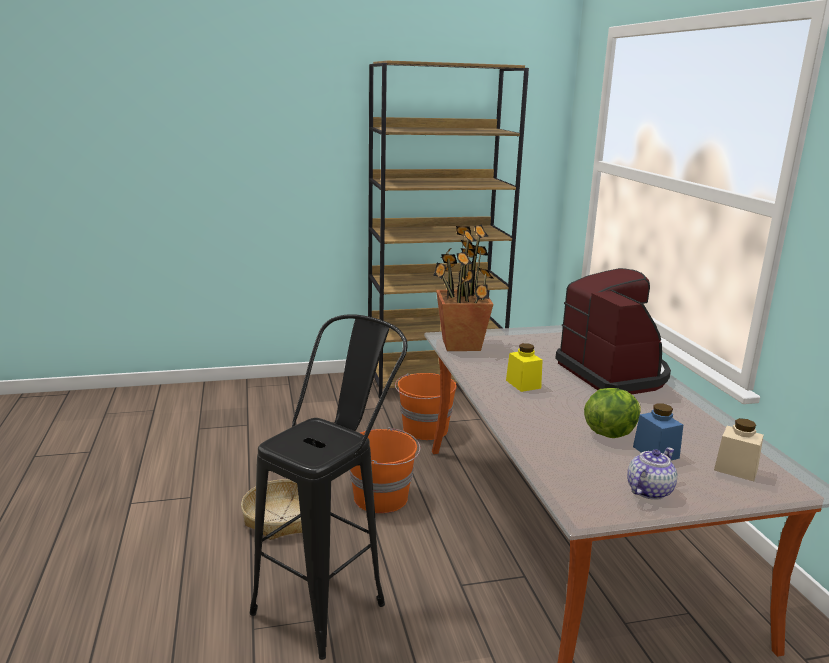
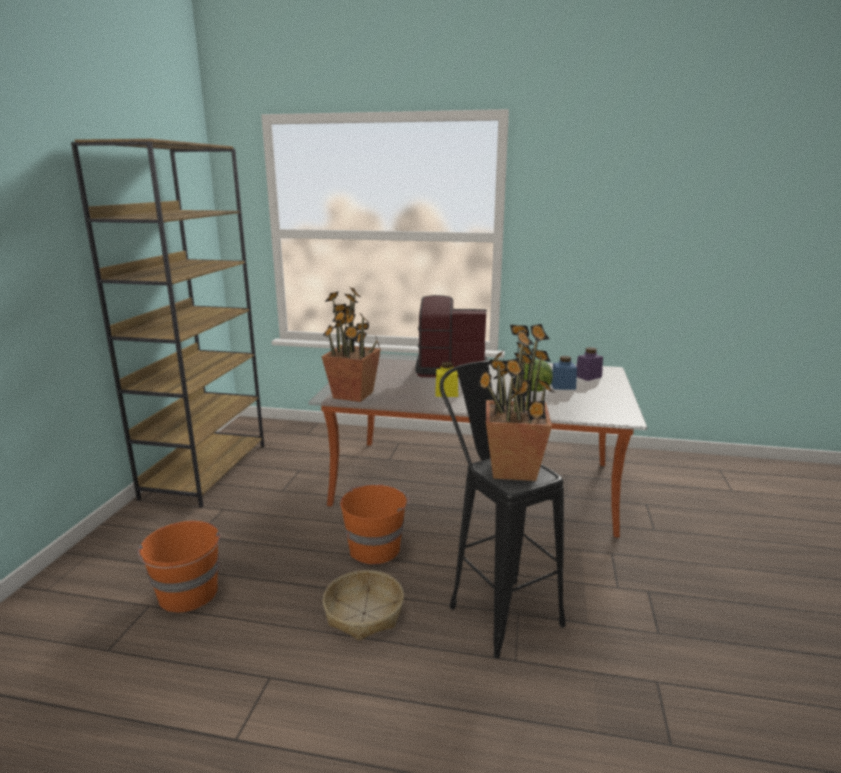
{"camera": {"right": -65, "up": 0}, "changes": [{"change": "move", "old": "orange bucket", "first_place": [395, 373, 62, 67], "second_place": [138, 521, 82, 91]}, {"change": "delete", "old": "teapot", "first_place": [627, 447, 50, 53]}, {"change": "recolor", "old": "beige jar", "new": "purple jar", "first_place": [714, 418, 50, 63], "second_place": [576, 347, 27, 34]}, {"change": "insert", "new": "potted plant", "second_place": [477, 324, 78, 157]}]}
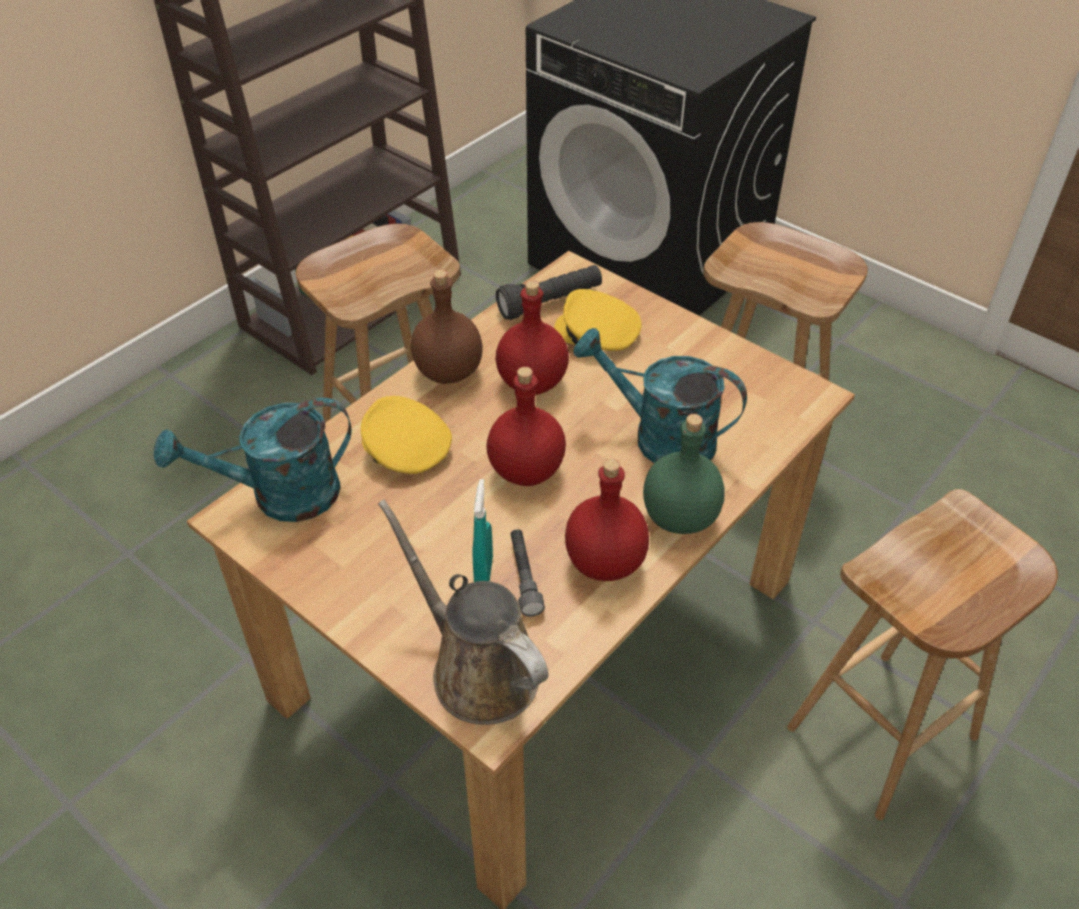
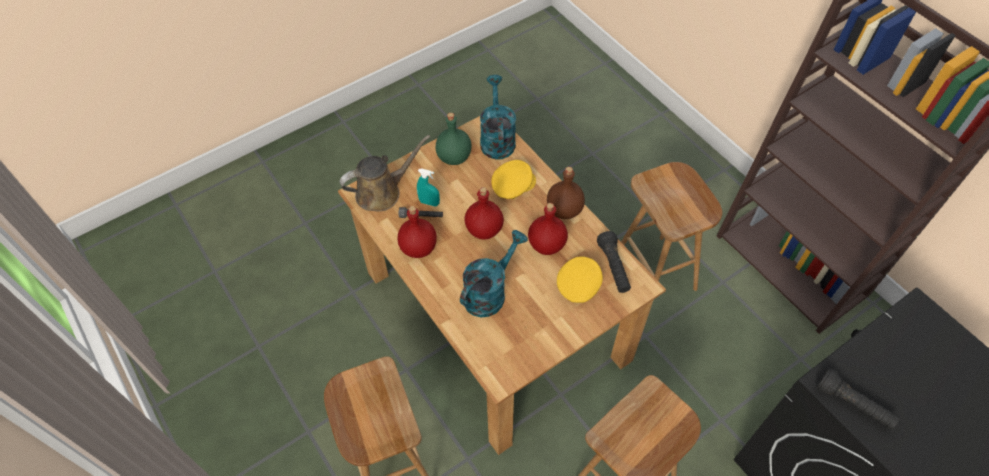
{"camera": {"right": 105, "up": 10}, "changes": [{"change": "move", "old": "green bottle", "first_place": [643, 414, 82, 120], "second_place": [436, 113, 36, 52]}, {"change": "insert", "new": "black flashlight", "second_place": [816, 369, 84, 61]}]}
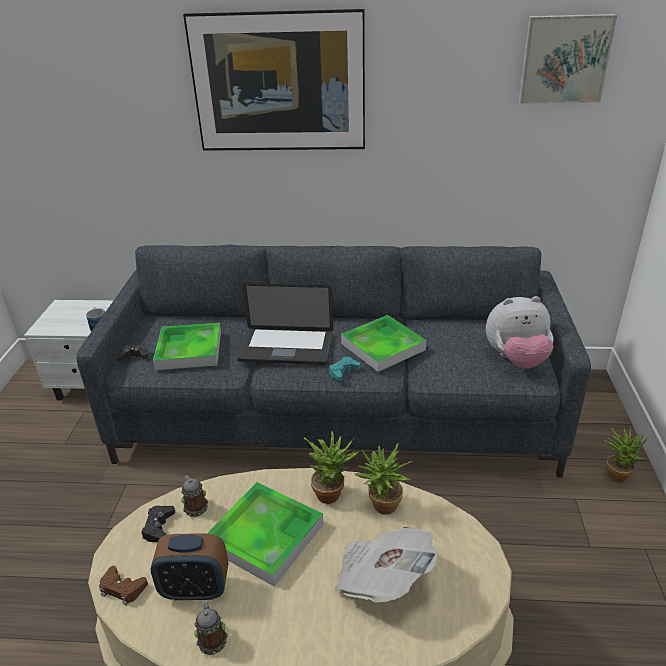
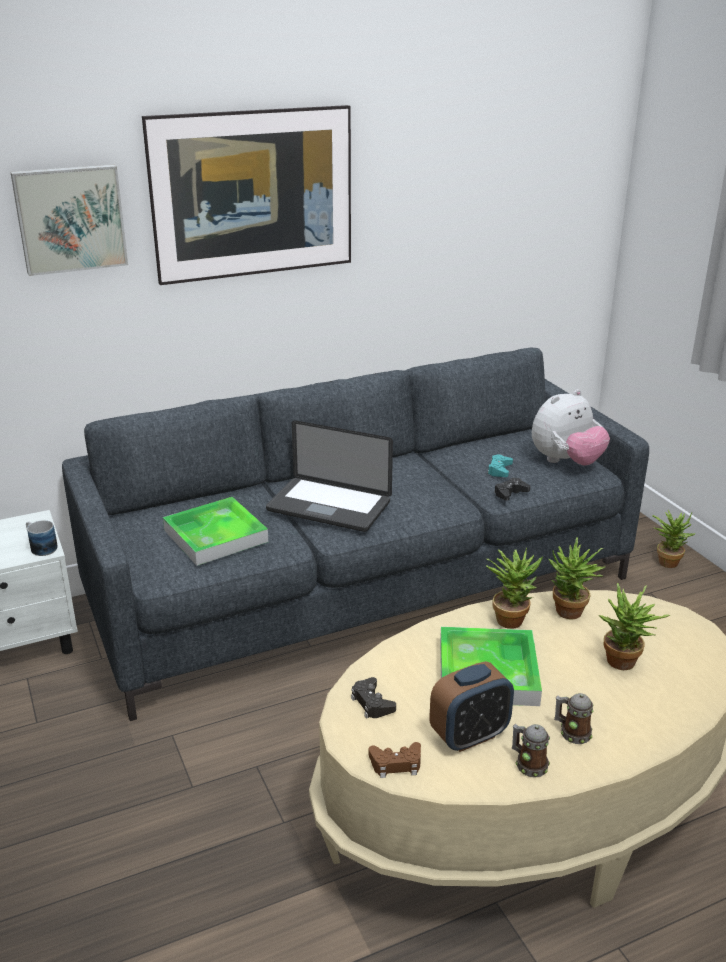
{"camera": {"right": -30, "up": -5}, "changes": [{"change": "move", "old": "black game controller", "first_place": [117, 344, 31, 18], "second_place": [494, 478, 36, 23]}, {"change": "move", "old": "mug", "first_place": [181, 475, 27, 42], "second_place": [554, 693, 39, 51]}, {"change": "rotate", "old": "laptop", "first_place": [237, 283, 96, 82], "second_place": [266, 420, 127, 112], "degrees": 45}, {"change": "move", "old": "turquoise game controller", "first_place": [329, 357, 31, 24], "second_place": [487, 455, 26, 22]}, {"change": "replace", "old": "newspaper", "new": "potted plant", "first_place": [335, 526, 102, 77], "second_place": [599, 583, 71, 87]}, {"change": "delete", "old": "tray", "first_place": [341, 315, 85, 57]}, {"change": "move", "old": "picture", "first_place": [519, 14, 98, 90], "second_place": [11, 164, 117, 112]}]}
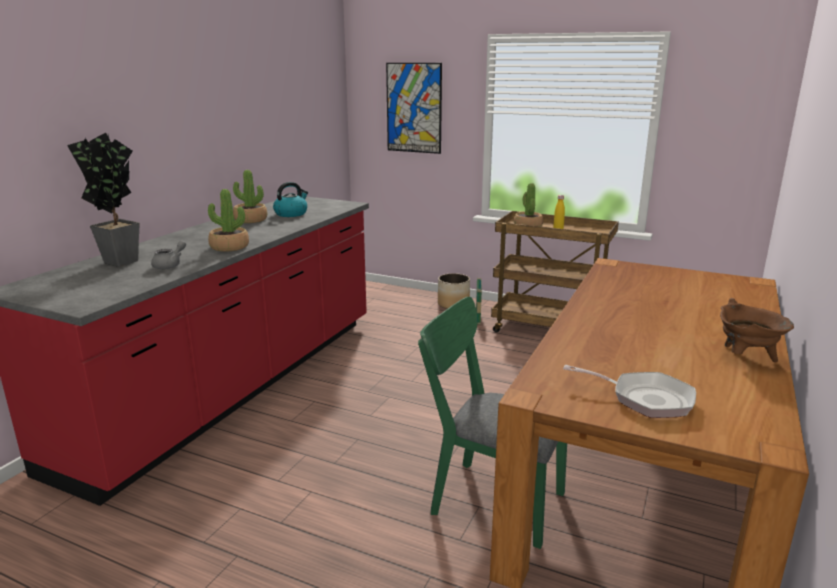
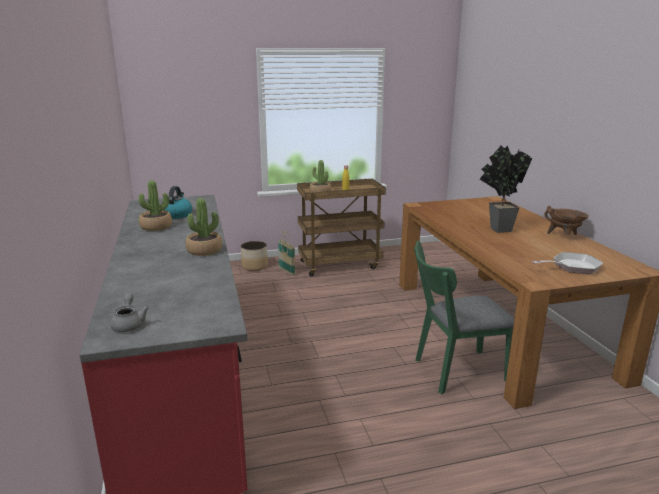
{"camera": {"right": -40, "up": 0}, "changes": [{"change": "move", "old": "potted plant", "first_place": [67, 133, 73, 133], "second_place": [480, 145, 52, 88]}, {"change": "move", "old": "grey teapot", "first_place": [151, 240, 35, 29], "second_place": [110, 293, 39, 39]}, {"change": "delete", "old": "picture", "first_place": [386, 63, 56, 91]}]}
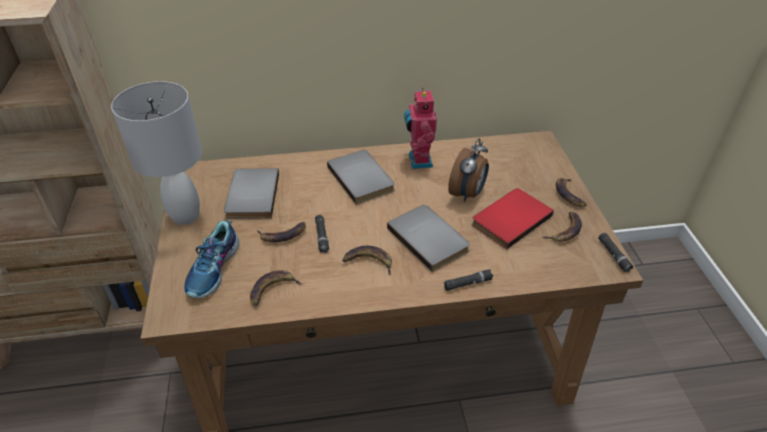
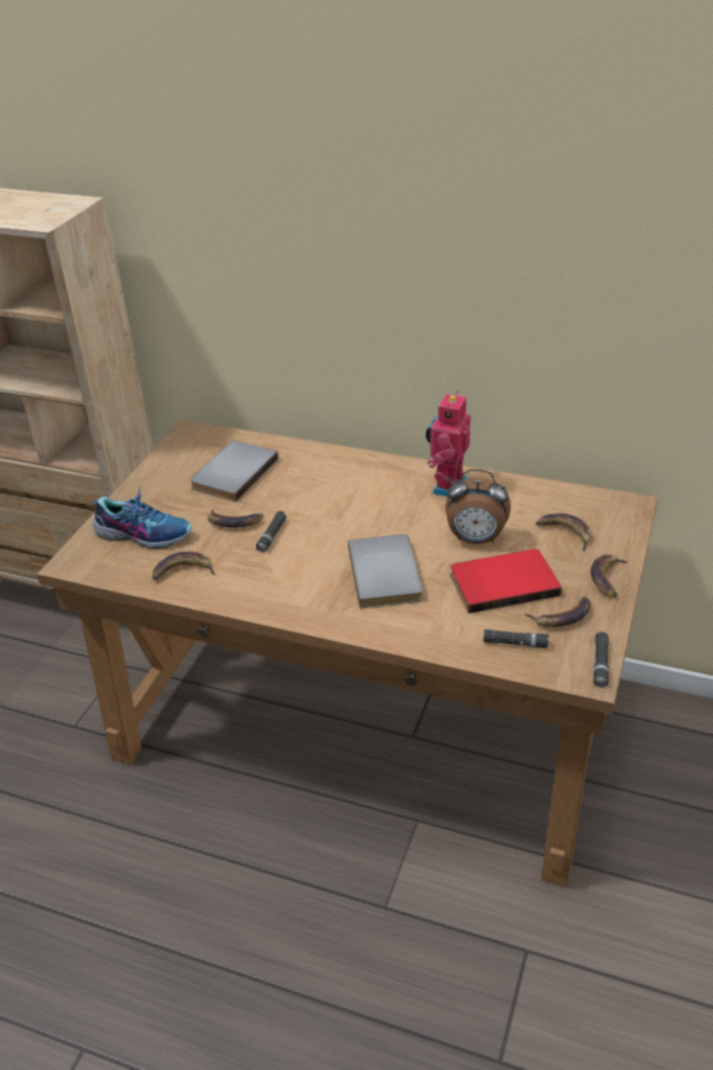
{"camera": {"right": 30, "up": -5}, "changes": [{"change": "delete", "old": "white table lamp", "first_place": [111, 81, 91, 144]}, {"change": "rotate", "old": "shoe", "first_place": [184, 220, 56, 78], "second_place": [93, 486, 99, 63], "degrees": -120}, {"change": "delete", "old": "grey book", "first_place": [327, 150, 68, 54]}, {"change": "move", "old": "banana", "first_place": [342, 246, 50, 29], "second_place": [536, 513, 57, 39]}, {"change": "move", "old": "black flashlight", "first_place": [444, 269, 49, 22], "second_place": [483, 629, 66, 19]}, {"change": "rotate", "old": "alarm clock", "first_place": [448, 138, 41, 64], "second_place": [445, 469, 66, 75], "degrees": 45}]}
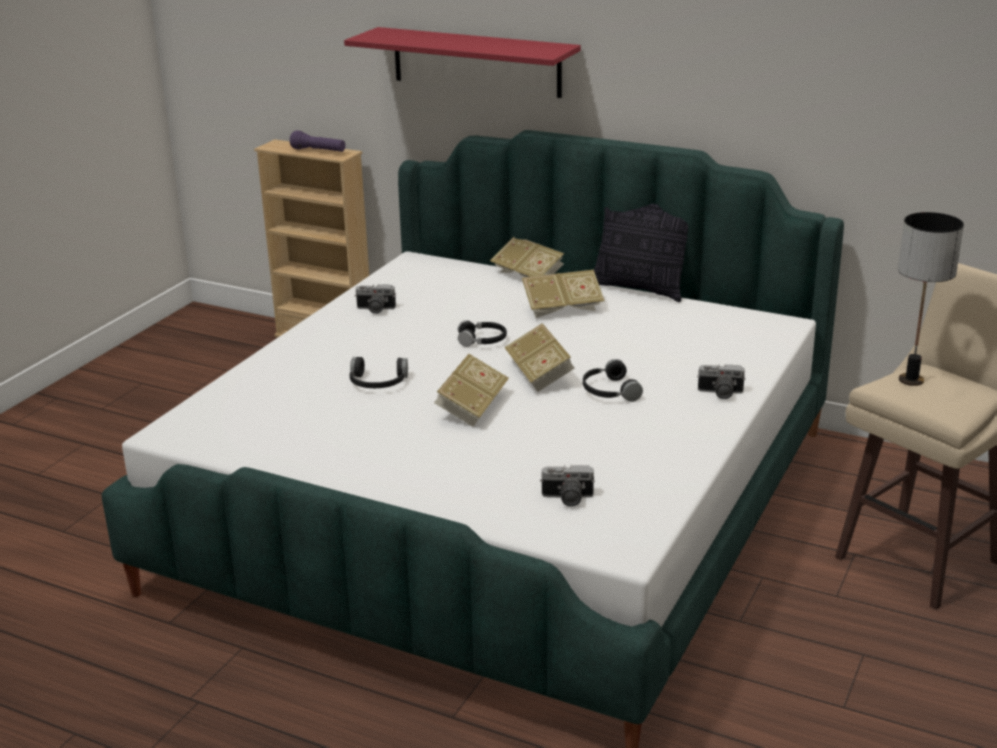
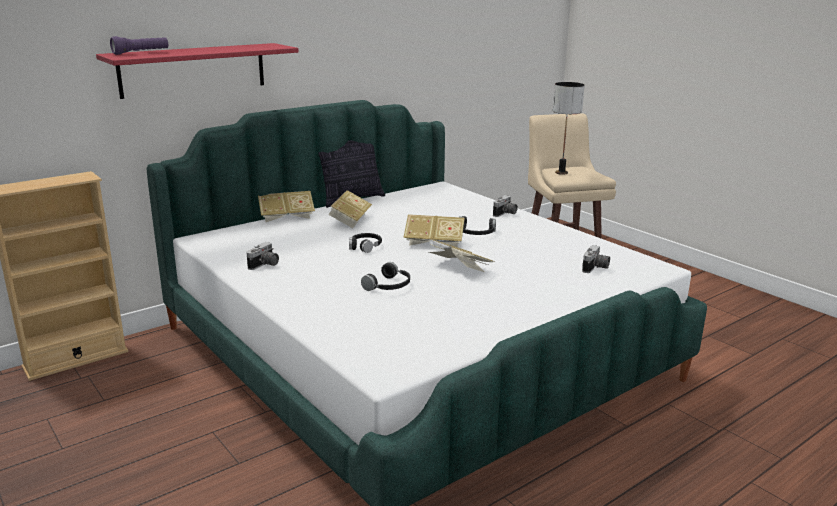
{"camera": {"right": -65, "up": -5}, "changes": [{"change": "move", "old": "purple flashlight", "first_place": [290, 130, 55, 22], "second_place": [110, 36, 58, 19]}]}
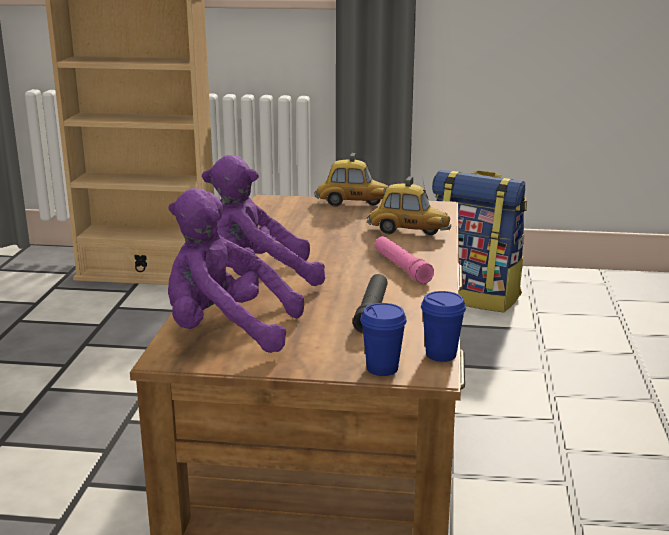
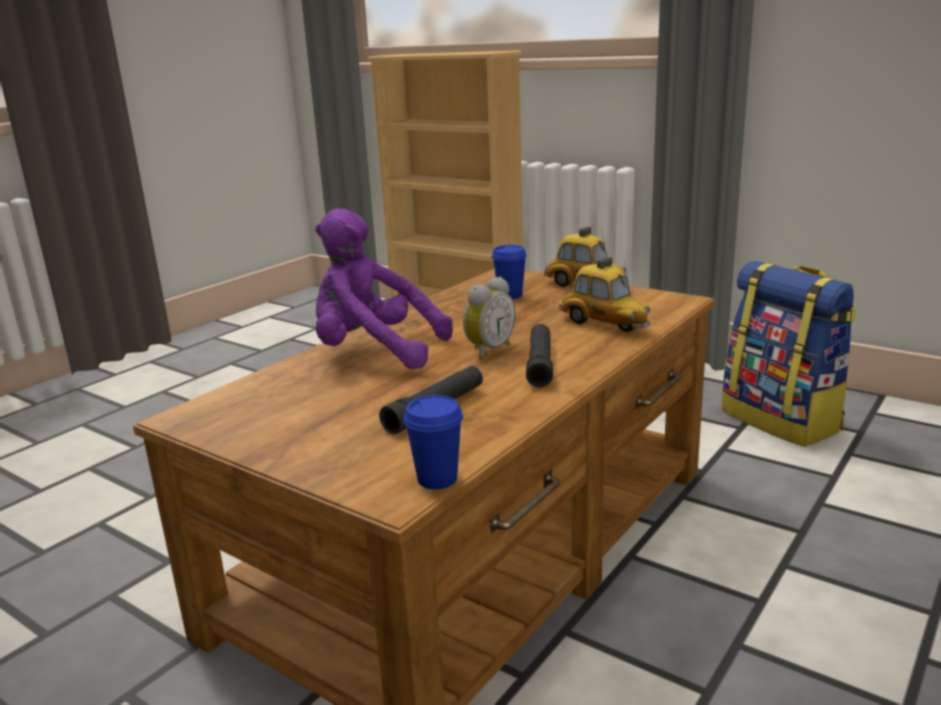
{"camera": {"right": 30, "up": 0}, "changes": [{"change": "delete", "old": "purple plush toy", "first_place": [168, 188, 136, 165]}, {"change": "move", "old": "blue cup", "first_place": [360, 303, 47, 73], "second_place": [492, 245, 35, 54]}, {"change": "recolor", "old": "pink flashlight", "new": "black flashlight", "first_place": [375, 236, 59, 48], "second_place": [526, 324, 27, 64]}, {"change": "insert", "new": "alarm clock", "second_place": [463, 276, 53, 84]}]}
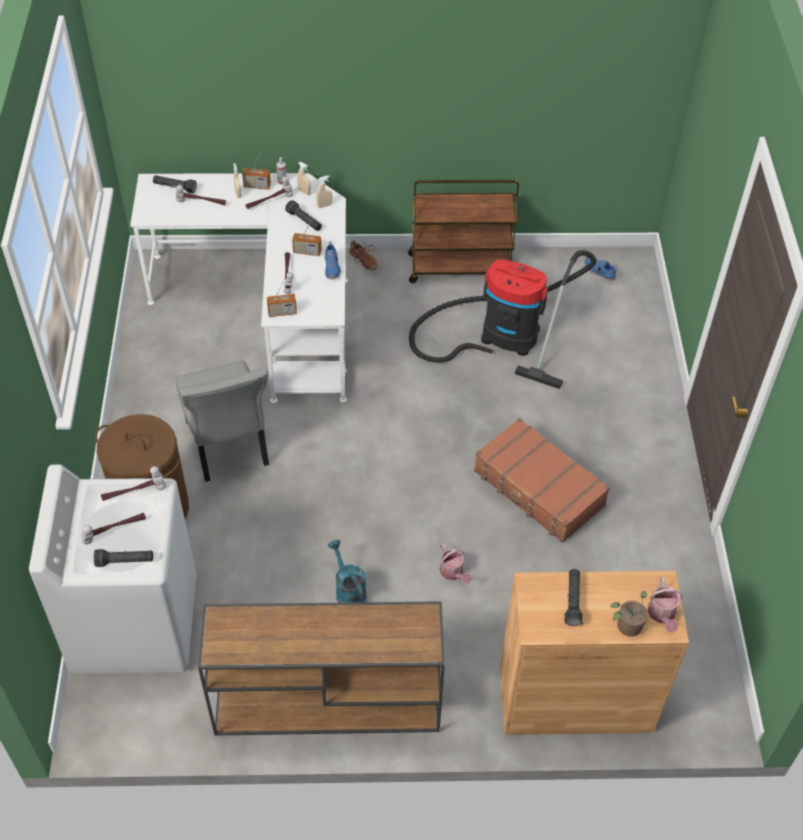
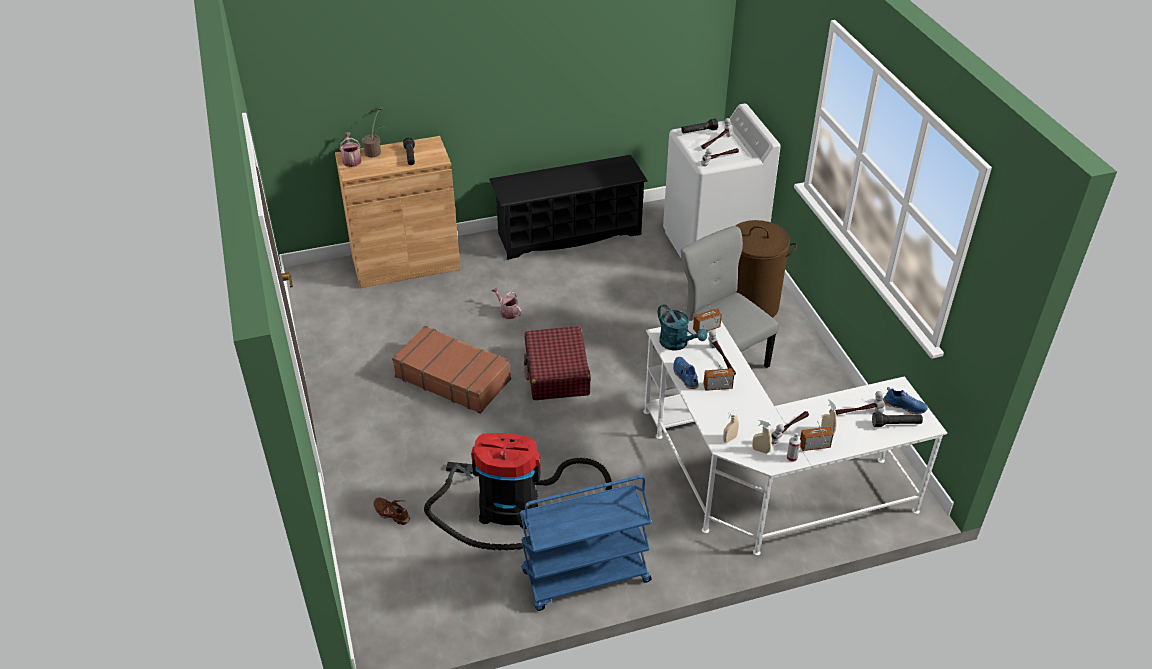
{"camera": {"right": 165, "up": -10}, "changes": [{"change": "replace", "old": "brown console table", "new": "black shoe rack", "first_place": [198, 601, 247, 134], "second_place": [489, 155, 159, 105]}, {"change": "delete", "old": "black flashlight", "first_place": [285, 200, 37, 31]}, {"change": "move", "old": "turquoise watering can", "first_place": [328, 540, 38, 63], "second_place": [658, 304, 49, 47]}, {"change": "move", "old": "brown shoe", "first_place": [349, 240, 29, 30], "second_place": [373, 497, 37, 28]}, {"change": "recolor", "old": "brown cart", "new": "blue cart", "first_place": [408, 180, 111, 103], "second_place": [520, 475, 132, 136]}, {"change": "move", "old": "blue shoe", "first_place": [585, 257, 32, 24], "second_place": [883, 387, 45, 27]}, {"change": "insert", "new": "red suitcase", "second_place": [524, 326, 67, 74]}]}
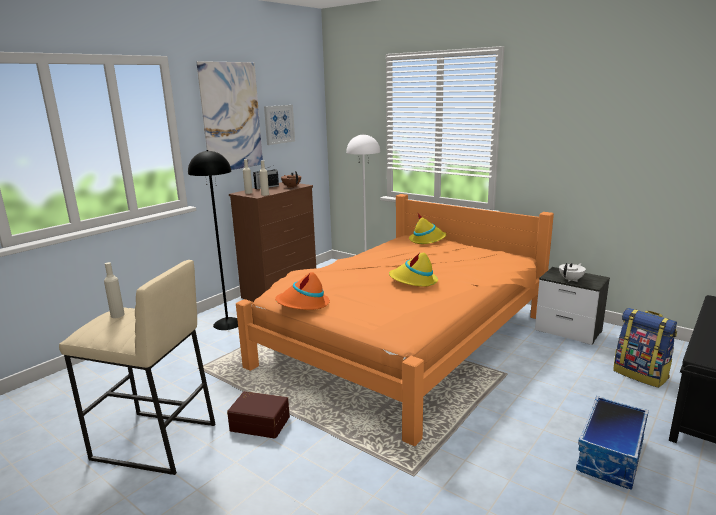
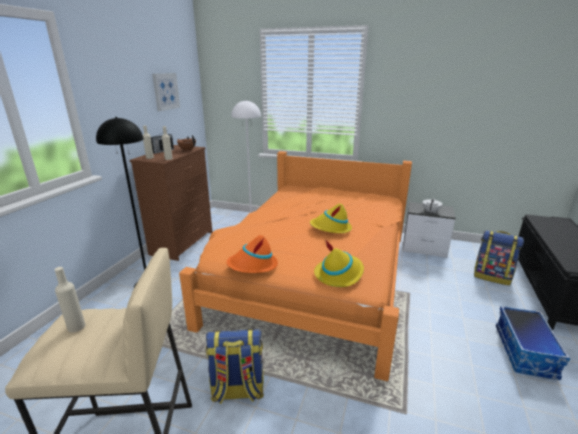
{"camera": {"right": -20, "up": 5}, "changes": [{"change": "delete", "old": "picture", "first_place": [196, 61, 67, 109]}, {"change": "replace", "old": "brown storage box", "new": "backpack", "first_place": [227, 391, 63, 48], "second_place": [206, 329, 58, 75]}, {"change": "move", "old": "yellow hat", "first_place": [409, 214, 38, 30], "second_place": [314, 240, 50, 47]}]}
